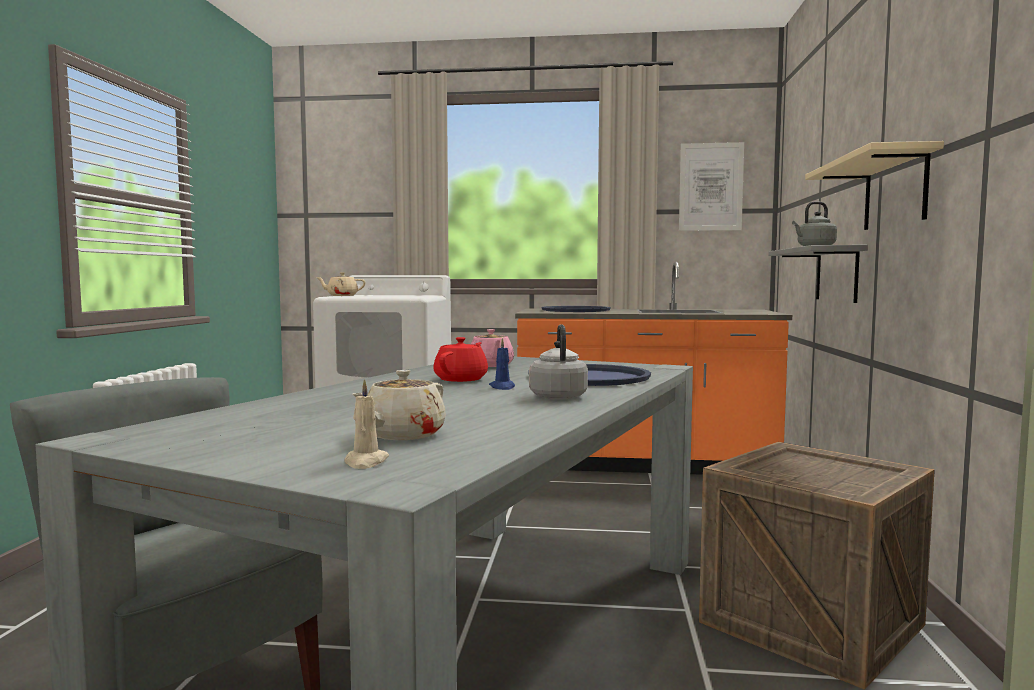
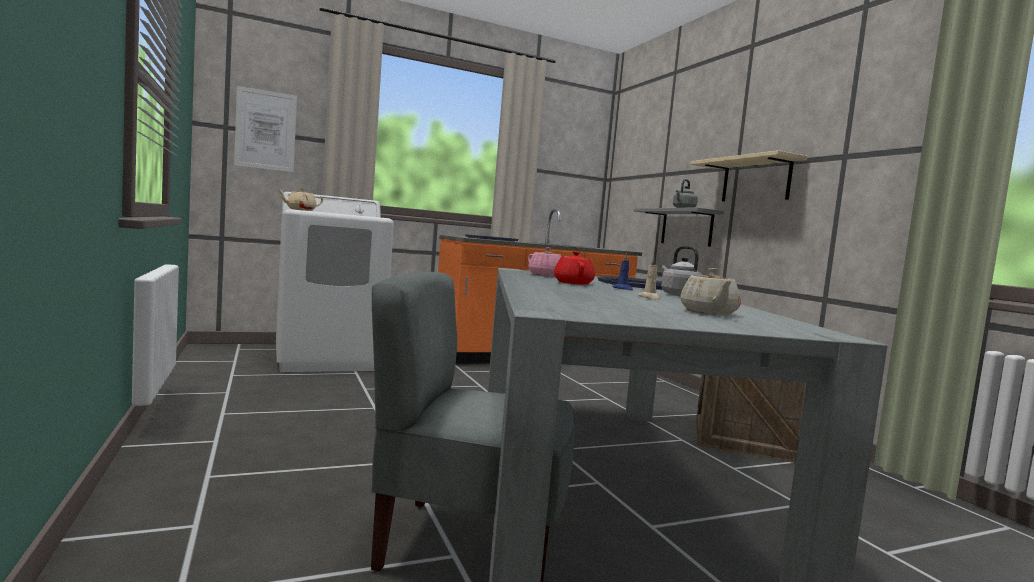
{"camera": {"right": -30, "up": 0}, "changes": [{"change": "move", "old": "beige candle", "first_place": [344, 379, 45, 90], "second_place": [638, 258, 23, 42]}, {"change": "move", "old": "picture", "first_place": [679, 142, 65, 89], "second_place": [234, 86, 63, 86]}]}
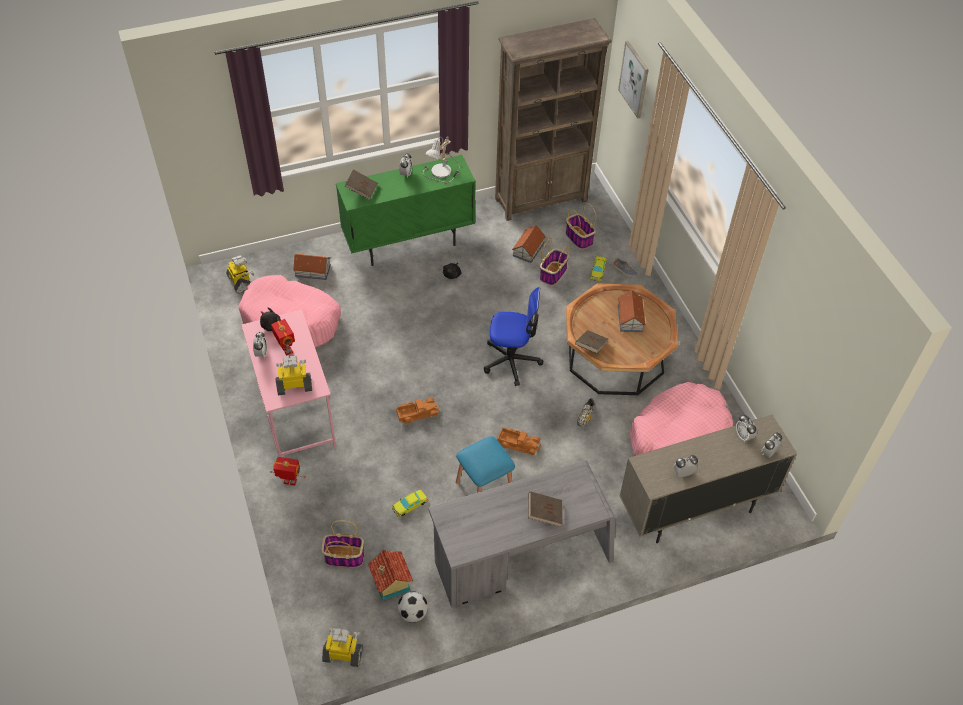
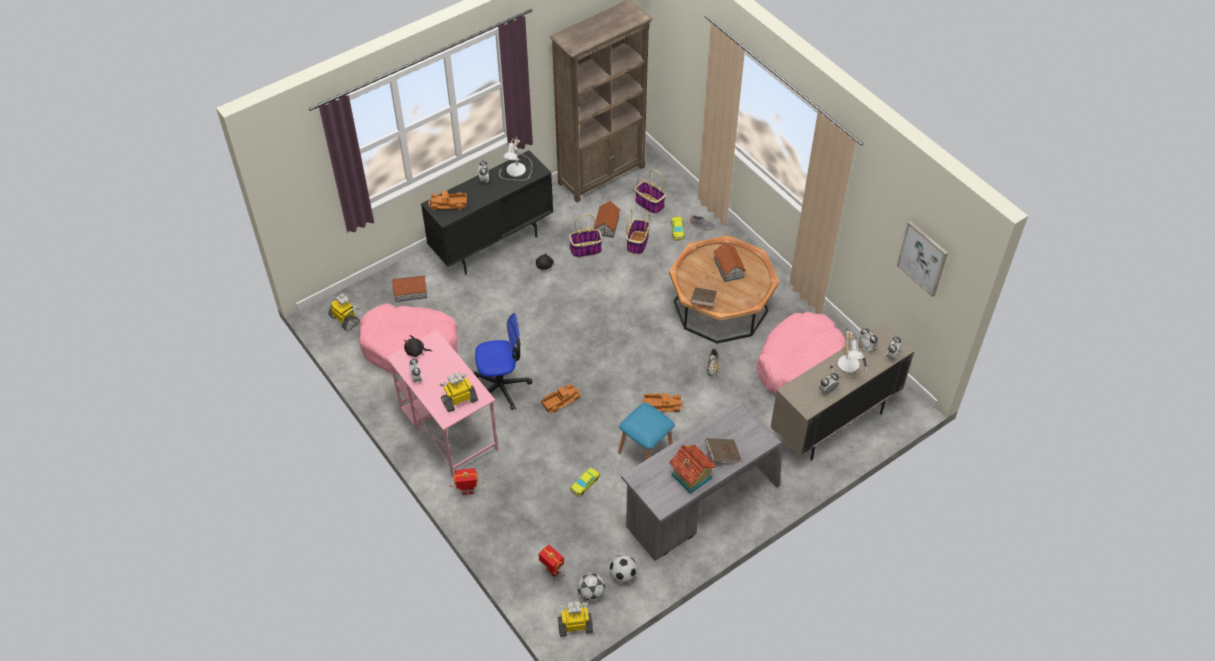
{"camera": {"right": -15, "up": 0}, "changes": [{"change": "move", "old": "toy robot", "first_place": [271, 319, 24, 37], "second_place": [539, 545, 26, 32]}, {"change": "move", "old": "basket", "first_place": [322, 520, 42, 47], "second_place": [569, 214, 33, 43]}, {"change": "recolor", "old": "green cabinet", "new": "black cabinet", "first_place": [336, 155, 140, 111], "second_place": [421, 150, 132, 125]}, {"change": "replace", "old": "brown book", "new": "toy truck", "first_place": [345, 169, 33, 31], "second_place": [428, 191, 39, 19]}, {"change": "move", "old": "toy house", "first_place": [368, 550, 45, 51], "second_place": [669, 445, 48, 49]}, {"change": "move", "old": "office chair", "first_place": [484, 287, 59, 99], "second_place": [474, 313, 58, 97]}, {"change": "move", "old": "picture", "first_place": [618, 41, 31, 78], "second_place": [897, 221, 51, 76]}, {"change": "insert", "new": "football", "second_place": [577, 572, 28, 29]}, {"change": "insert", "new": "table lamp", "second_place": [830, 328, 37, 50]}]}
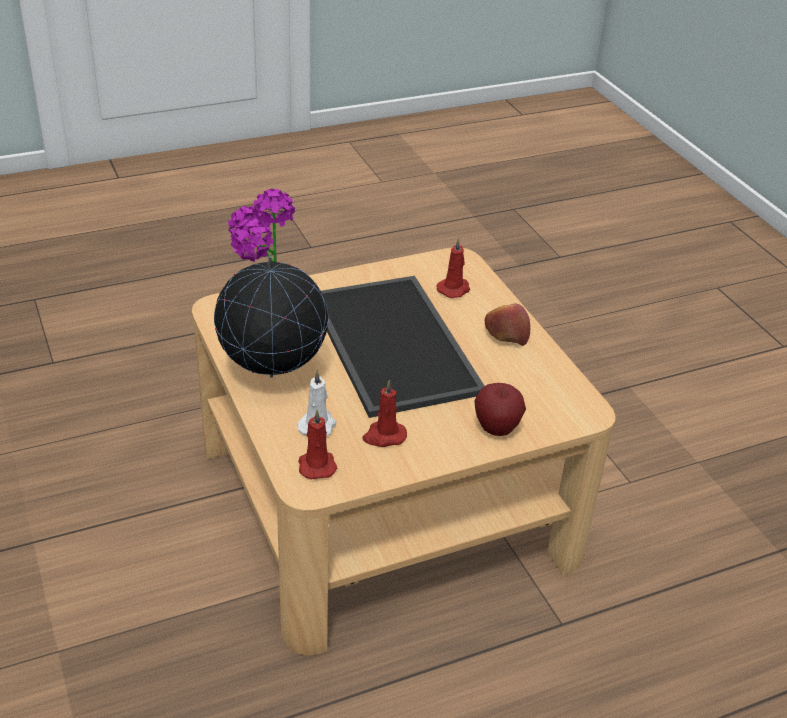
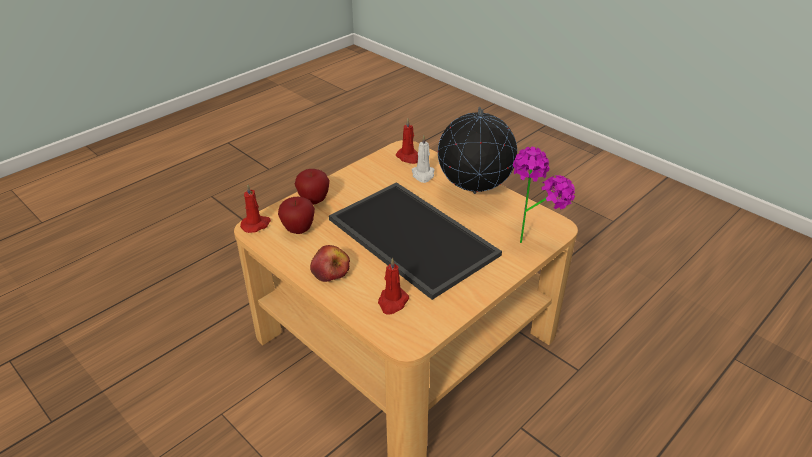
{"camera": {"right": 160, "up": 0}, "changes": [{"change": "move", "old": "red candle", "first_place": [362, 380, 45, 67], "second_place": [240, 184, 31, 49]}, {"change": "insert", "new": "apple", "second_place": [278, 197, 37, 37]}]}
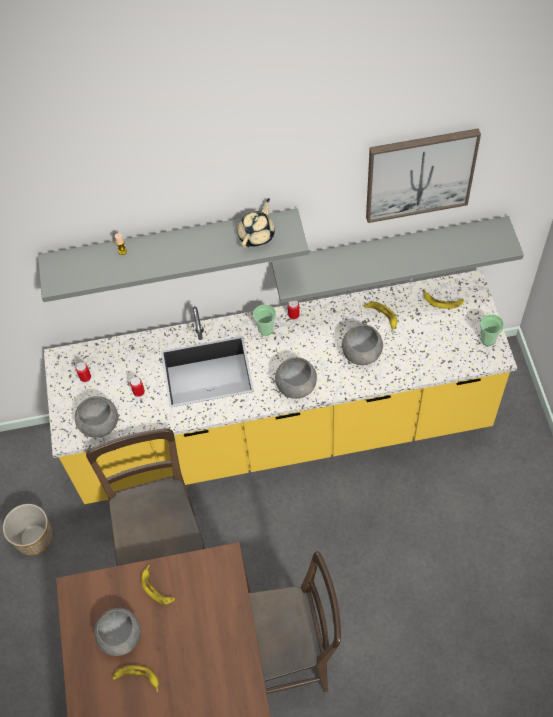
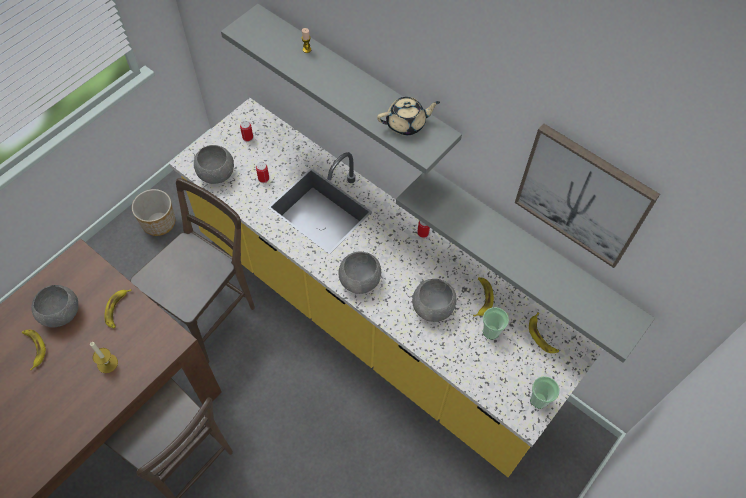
{"camera": {"right": 45, "up": 0}, "changes": [{"change": "move", "old": "cup", "first_place": [253, 305, 23, 31], "second_place": [483, 307, 26, 32]}, {"change": "insert", "new": "candle", "second_place": [90, 342, 28, 31]}]}
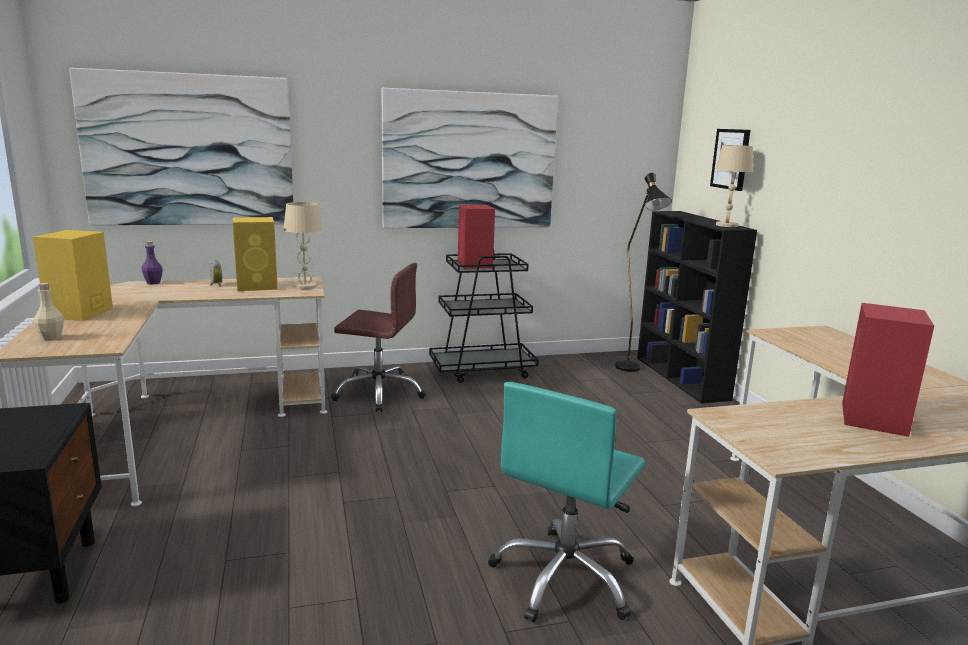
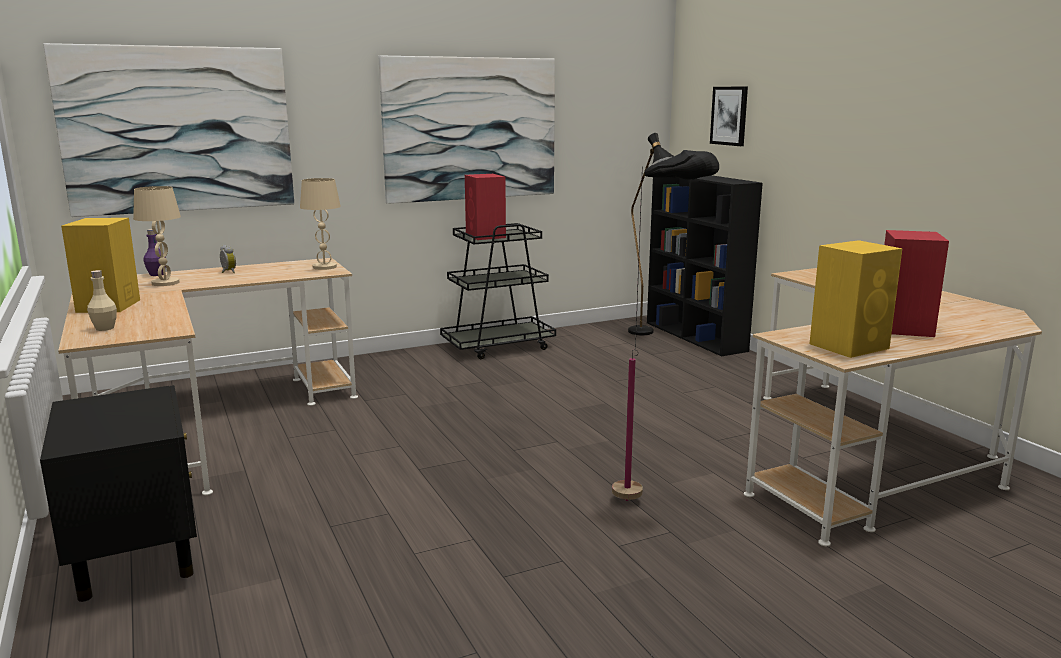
{"camera": {"right": -10, "up": 0}, "changes": [{"change": "move", "old": "yellow speaker", "first_place": [233, 217, 45, 74], "second_place": [809, 240, 94, 118]}, {"change": "delete", "old": "brown office chair", "first_place": [331, 263, 95, 149]}, {"change": "replace", "old": "turquoise office chair", "new": "black floor lamp", "first_place": [488, 382, 157, 241], "second_place": [612, 150, 107, 351]}, {"change": "move", "old": "beige table lamp", "first_place": [716, 145, 37, 82], "second_place": [133, 186, 48, 100]}]}
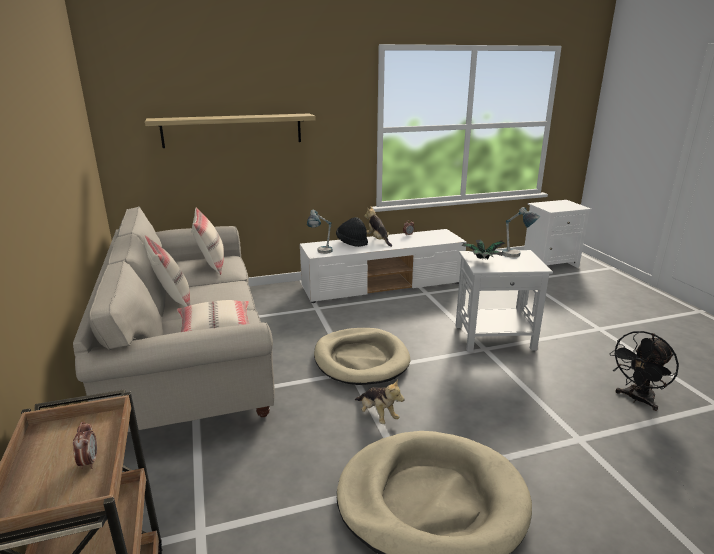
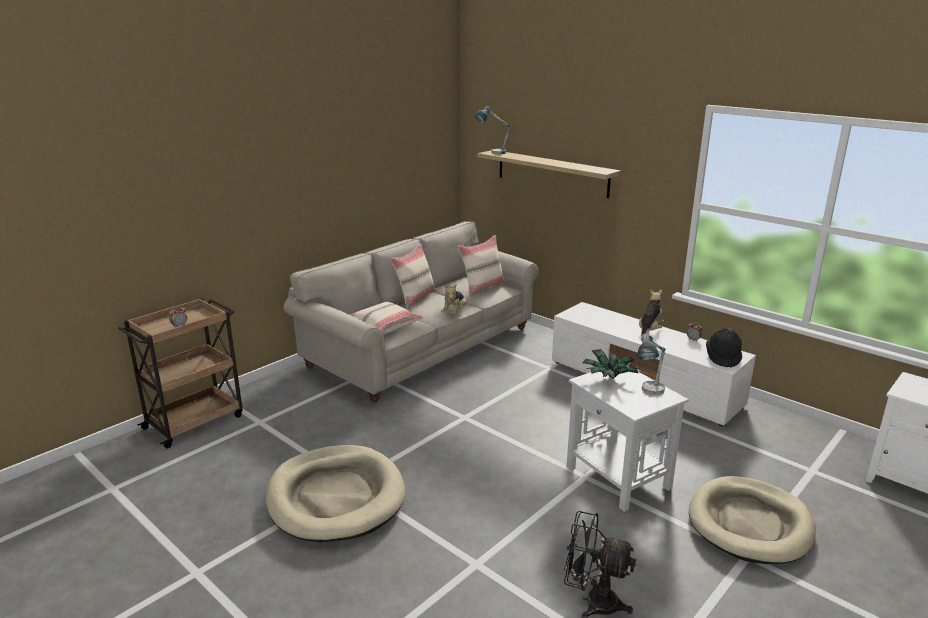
{"camera": {"right": 60, "up": 0}, "changes": [{"change": "move", "old": "table lamp", "first_place": [307, 210, 25, 44], "second_place": [474, 106, 37, 48]}, {"change": "move", "old": "beige dog bed", "first_place": [314, 328, 96, 57], "second_place": [689, 476, 127, 88]}, {"change": "move", "old": "black hat", "first_place": [336, 217, 32, 30], "second_place": [706, 328, 36, 40]}, {"change": "move", "old": "plush toy", "first_place": [355, 379, 49, 45], "second_place": [441, 285, 25, 30]}]}
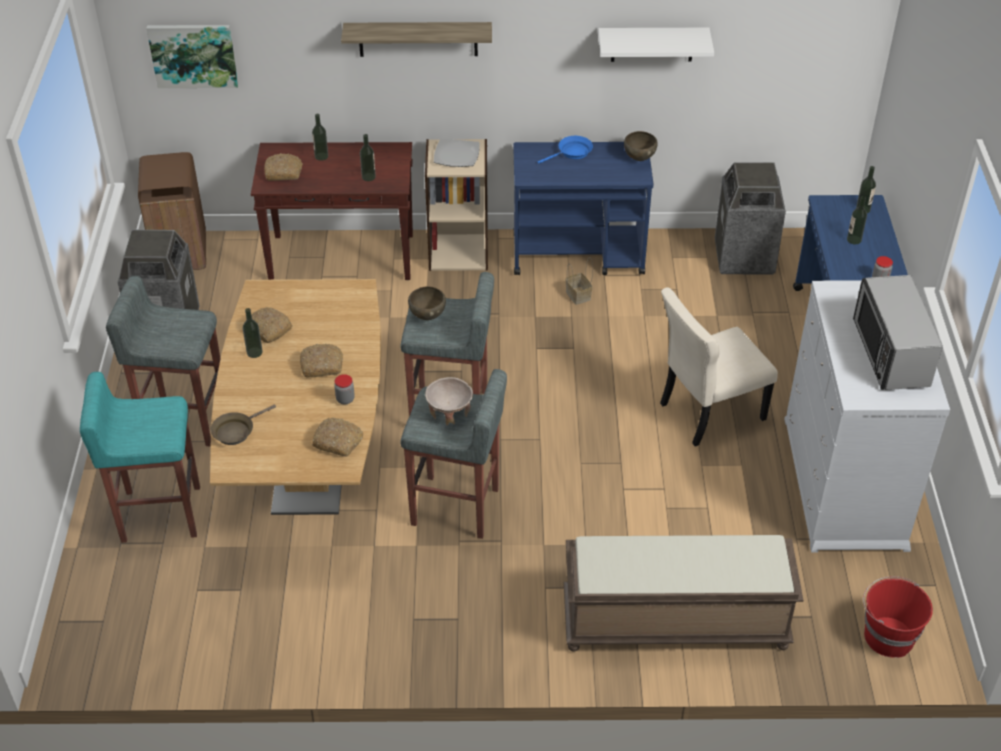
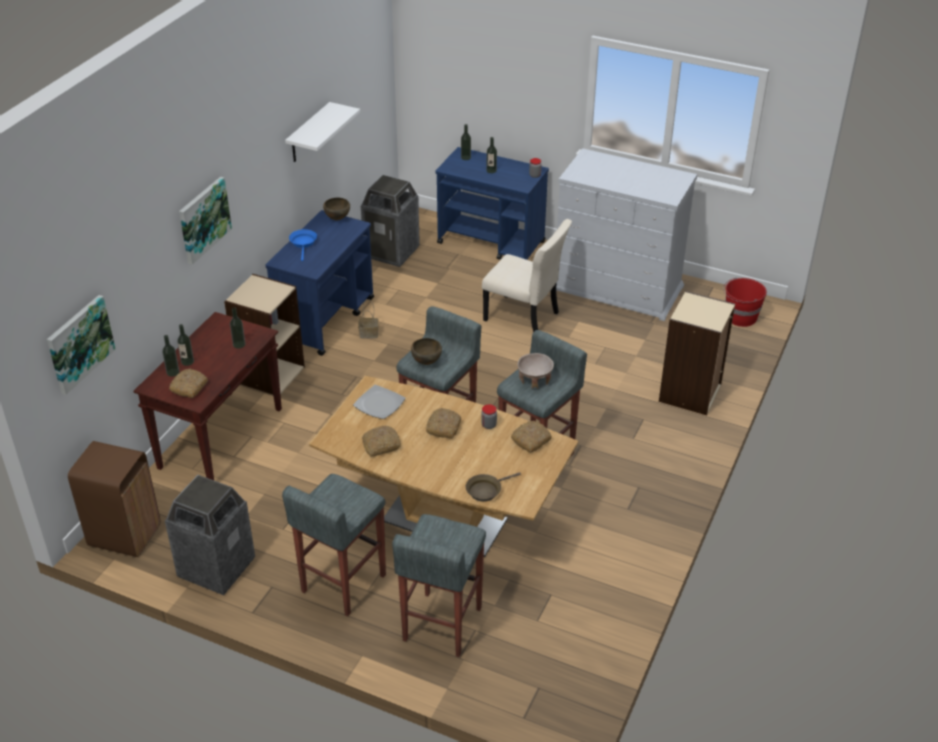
{"camera": {"right": -65, "up": -5}, "changes": [{"change": "recolor", "old": "turquoise stool", "new": "grey stool", "first_place": [80, 372, 120, 171], "second_place": [392, 514, 94, 143]}, {"change": "rotate", "old": "brown frying pan", "first_place": [210, 404, 66, 41], "second_place": [466, 472, 55, 30], "degrees": 75}, {"change": "move", "old": "bottle", "first_place": [243, 308, 20, 50], "second_place": [162, 335, 17, 42]}, {"change": "replace", "old": "shelf", "new": "picture", "first_place": [341, 22, 151, 35], "second_place": [179, 177, 53, 88]}, {"change": "move", "old": "plate", "first_place": [434, 139, 45, 28], "second_place": [353, 385, 53, 34]}, {"change": "replace", "old": "brown bench", "new": "beige bookcase", "first_place": [564, 535, 240, 117], "second_place": [659, 291, 76, 124]}, {"change": "rotate", "old": "beige chair", "first_place": [660, 287, 118, 160], "second_place": [482, 219, 90, 113], "degrees": -60}, {"change": "delete", "old": "microwave", "first_place": [853, 275, 90, 115]}]}
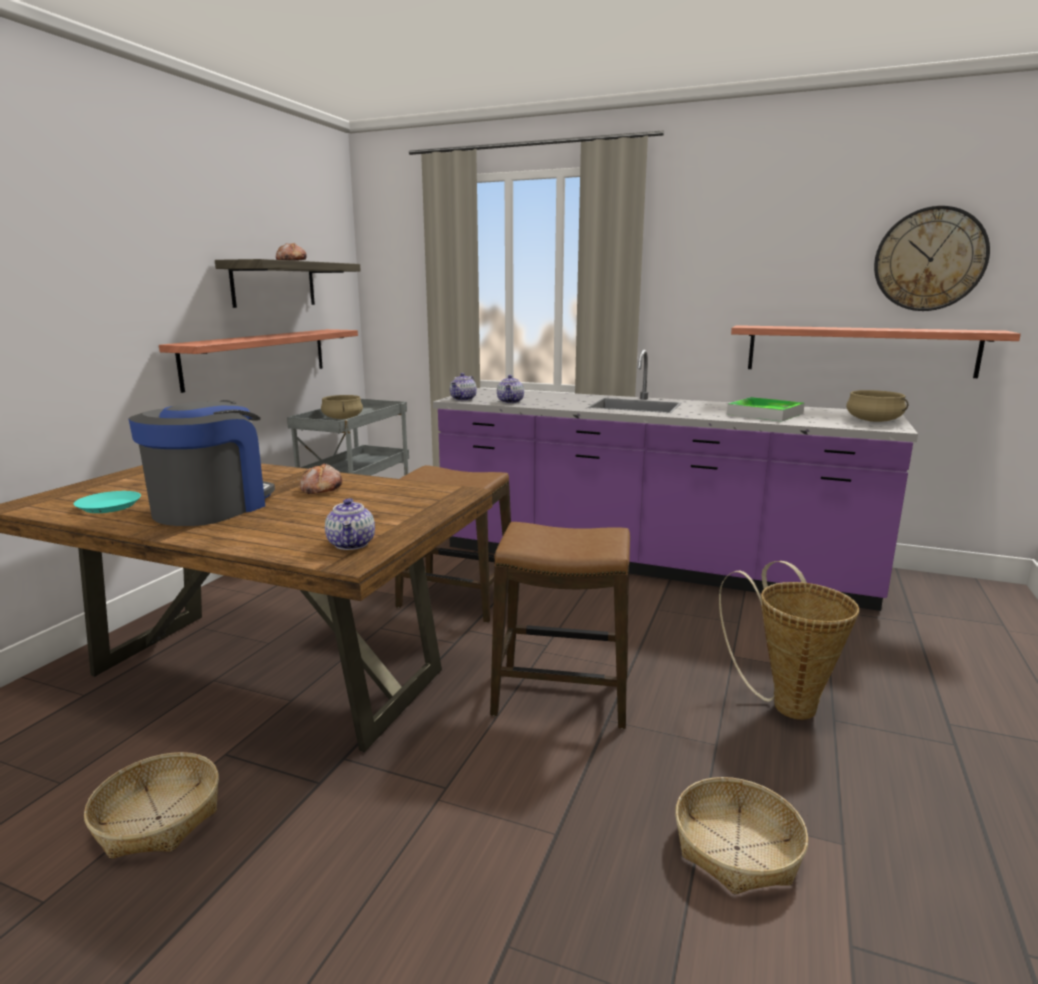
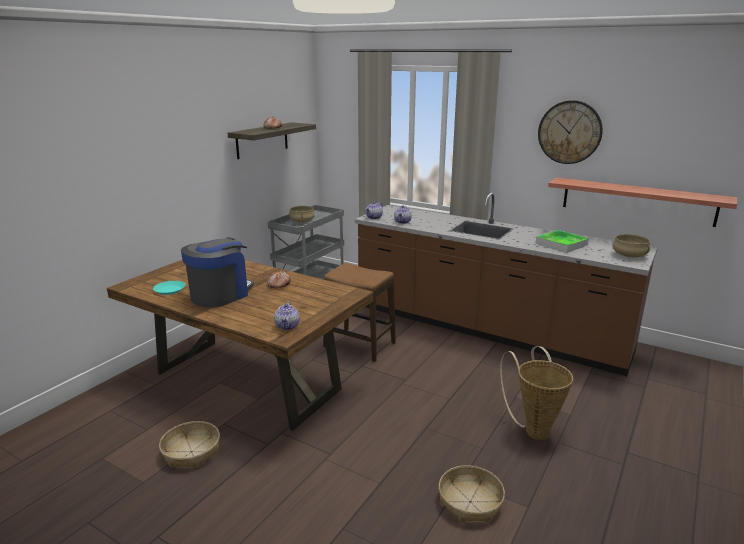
{"camera": {"right": 10, "up": 5}, "changes": [{"change": "delete", "old": "shelf", "first_place": [159, 329, 199, 64]}, {"change": "recolor", "old": "purple counter", "new": "brown counter", "first_place": [433, 350, 485, 261], "second_place": [355, 193, 303, 183]}, {"change": "delete", "old": "stool", "first_place": [490, 522, 140, 207]}, {"change": "move", "old": "wall clock", "first_place": [874, 206, 116, 105], "second_place": [538, 100, 65, 64]}]}
